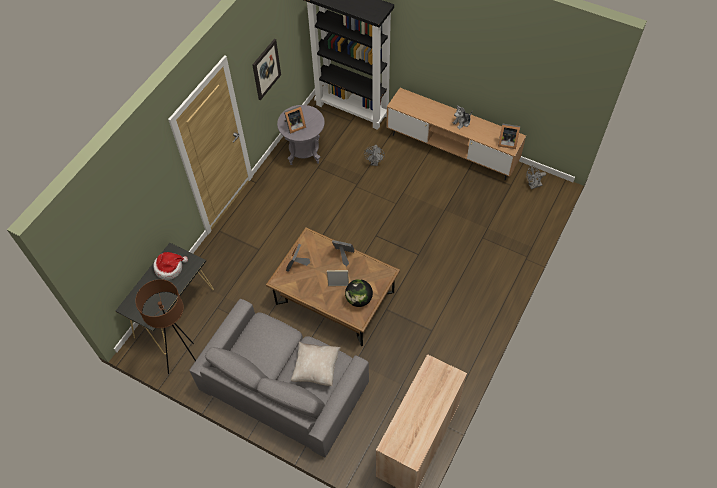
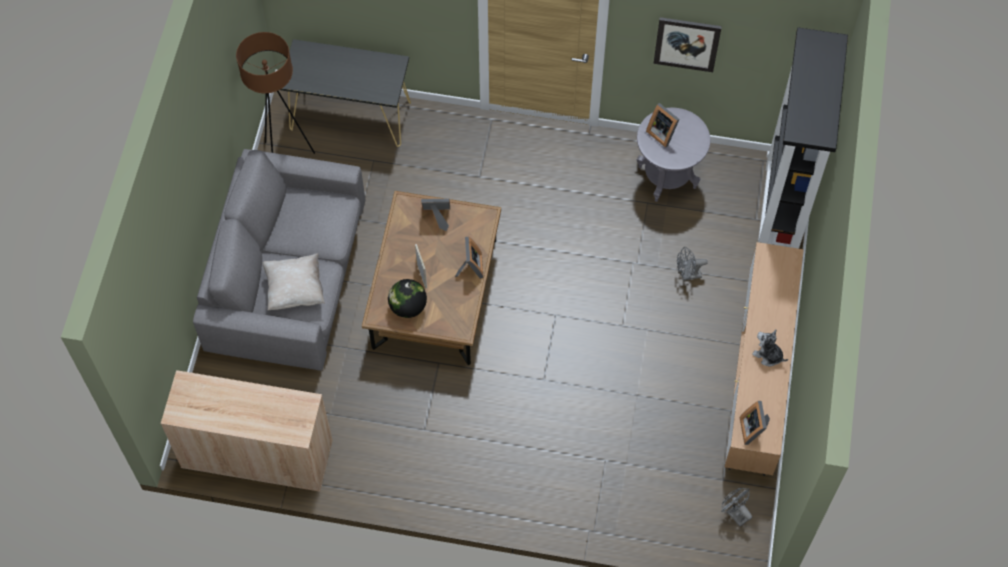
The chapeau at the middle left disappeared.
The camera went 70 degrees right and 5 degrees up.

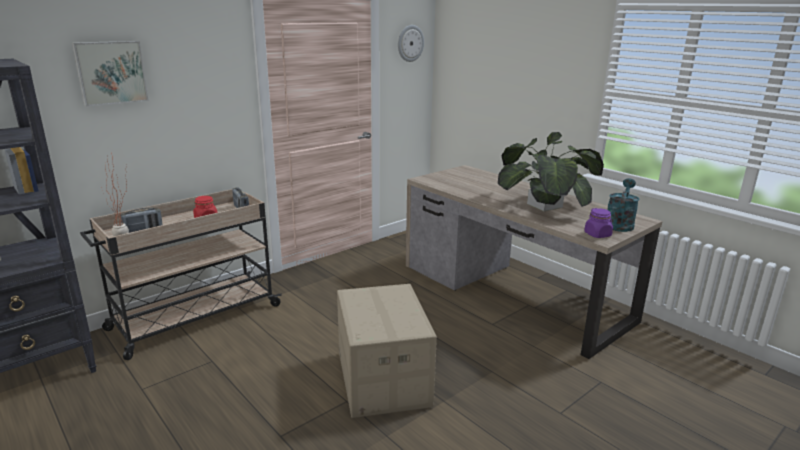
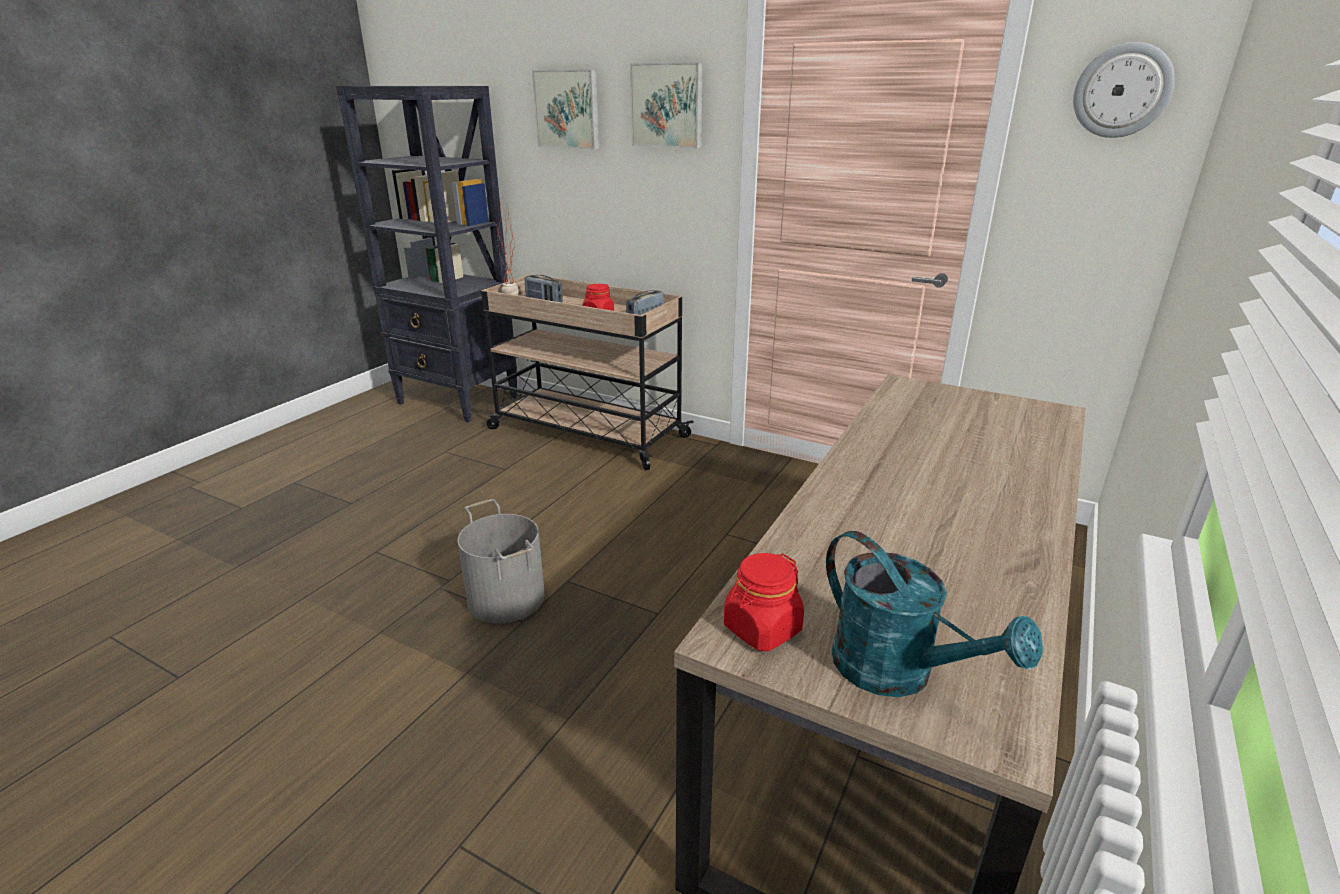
The plante en pot (2nd from left) at the middle right disappeared.
The arrosoir/turquoise at the middle right turned 45 degrees clockwise.
The bocal/violet at the middle right became the bocal/rouge (2nd from left) at the bottom centre.
The carton at the bottom centre was replaced by the seau/gris at the centre.
The tableau (2nd from left) at the top centre appeared.
The camera went 70 degrees right and 5 degrees up.

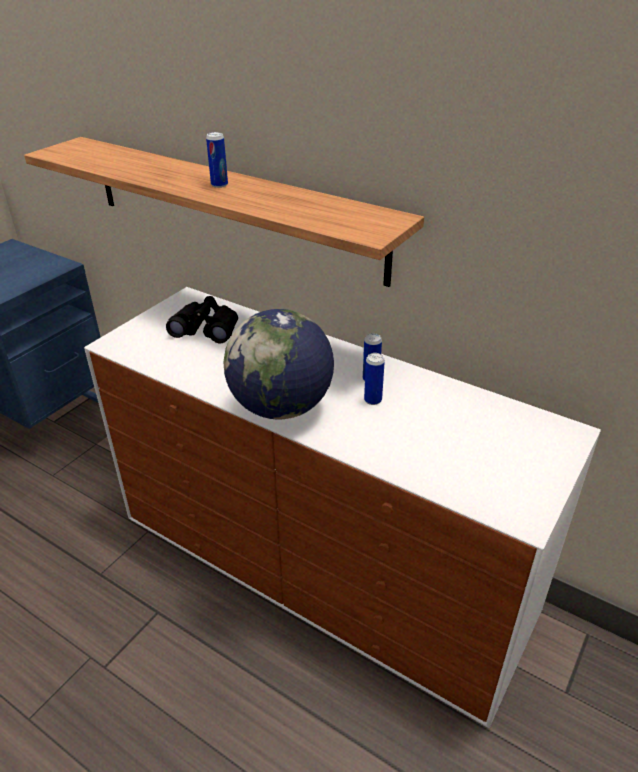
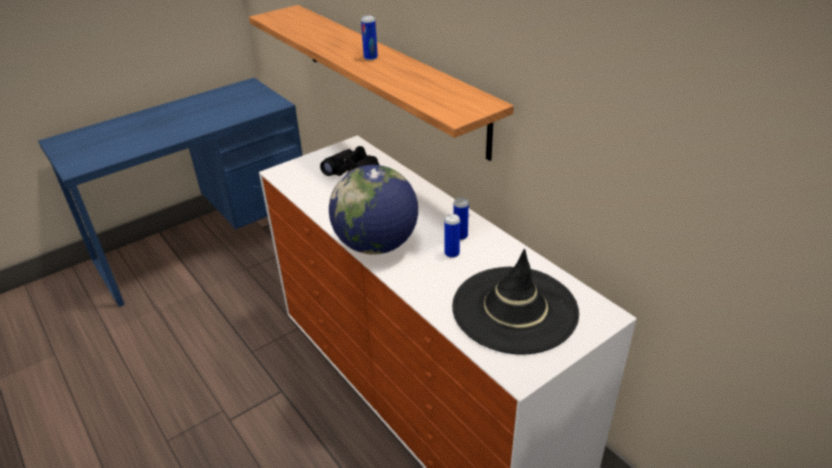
The chapeau/noir at the centre appeared.
The camera went 20 degrees right and 0 degrees up.

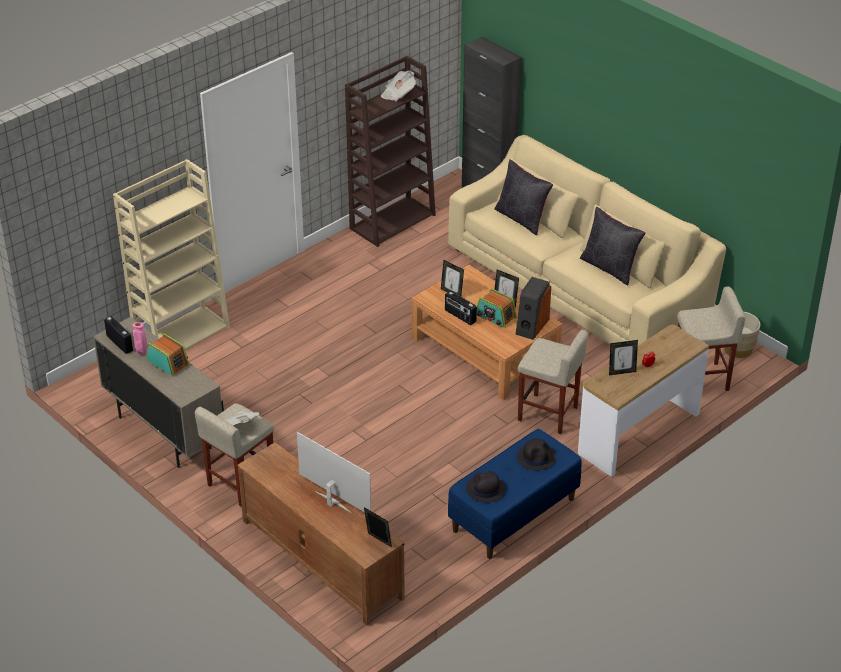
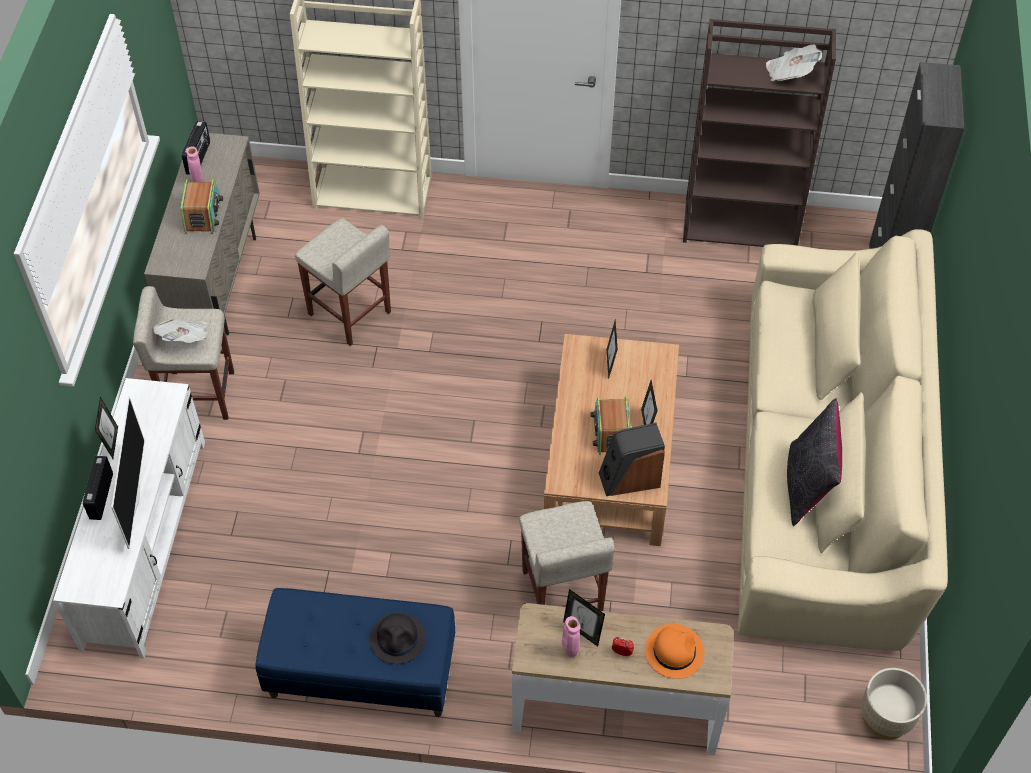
The coussin/noir (1st from left) at the top centre disappeared.
The tabouret/beige (3rd from left in the first image) moved from the middle right to the middle left.
The radio (3rd from left in the first image) moved from the centre to the middle left.
The meuble télé/marron at the bottom centre became the meuble télé/blanc at the bottom left.
The chapeau/noir (1st from left) at the bottom centre disappeared.
The cadre photo (1st from left) moved from the bottom centre to the middle left.
The vase/rose (2nd from left) at the bottom centre appeared.
The chapeau/orange at the bottom centre appeared.
The camera went 50 degrees right and 15 degrees up.

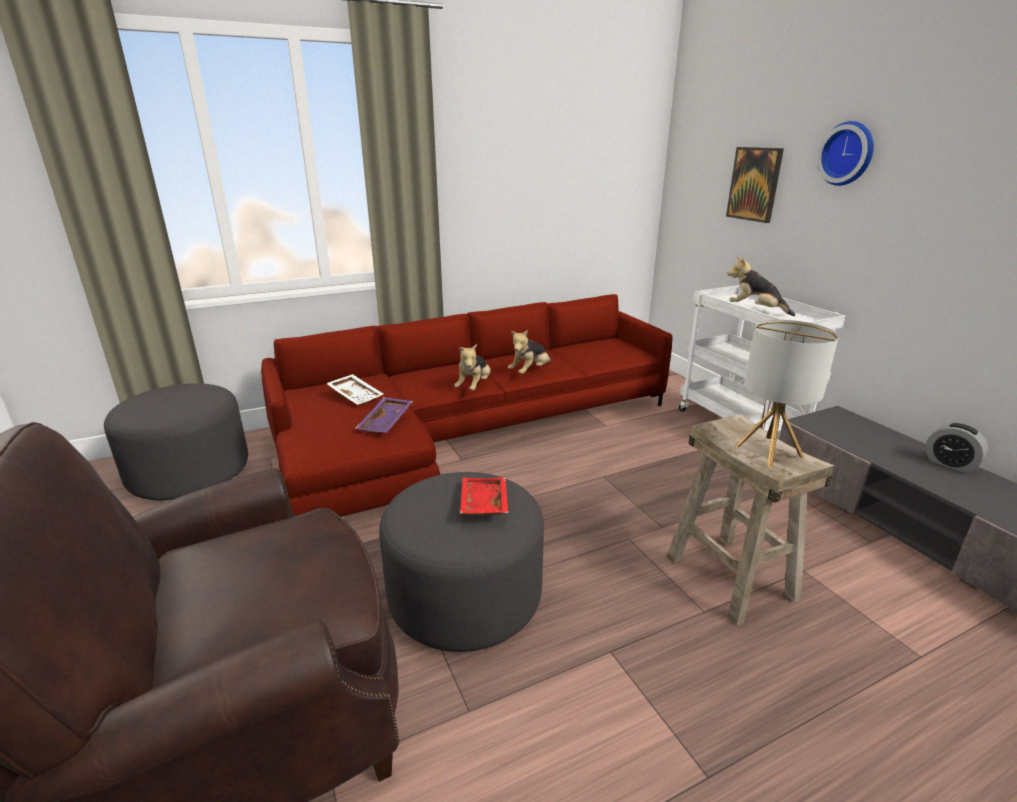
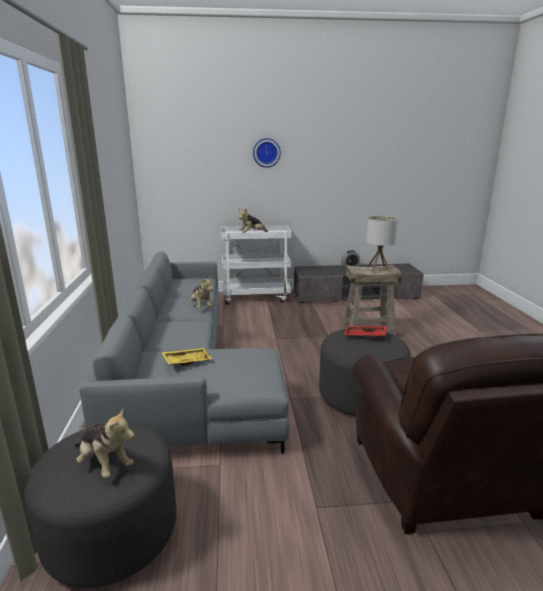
The tableau at the top right disappeared.
The canapé/rouge at the centre became the canapé/gris at the centre.
The peluche (1st from left) moved from the centre to the bottom left.
The plateau/blanc at the centre became the plateau/jaune at the centre.
The plateau/violet at the centre disappeared.
The camera went 70 degrees left and 5 degrees down.

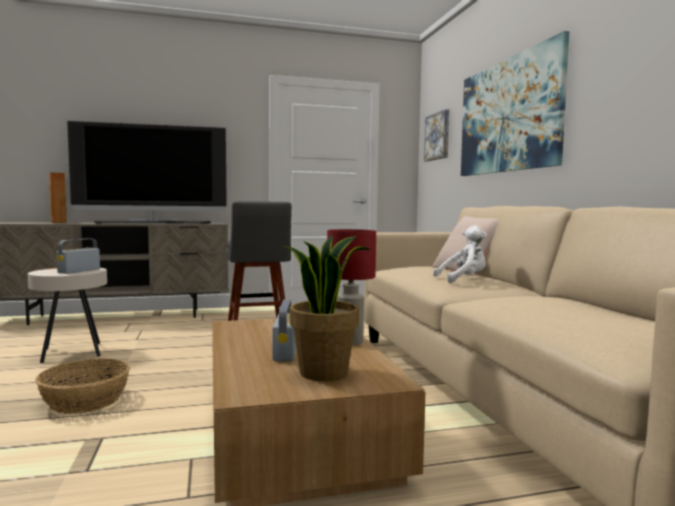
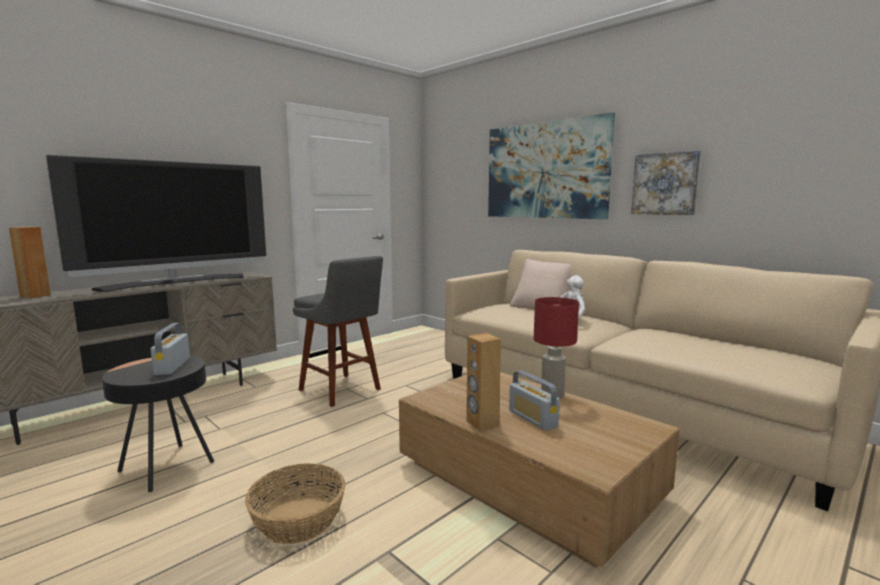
The tableau (1st from left in the first image) moved from the top centre to the top right.
The plante en pot at the centre disappeared.
The table d'appoint/beige at the middle left became the table d'appoint/noir at the bottom left.
The enceinte/marron (2nd from left) at the centre appeared.
The camera went 30 degrees left and 5 degrees up.

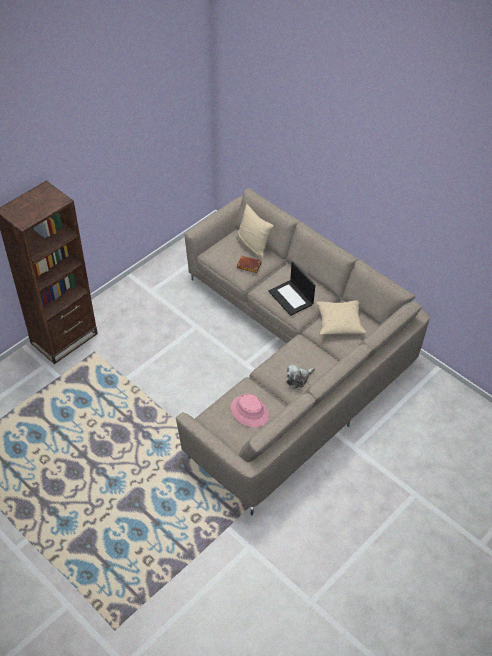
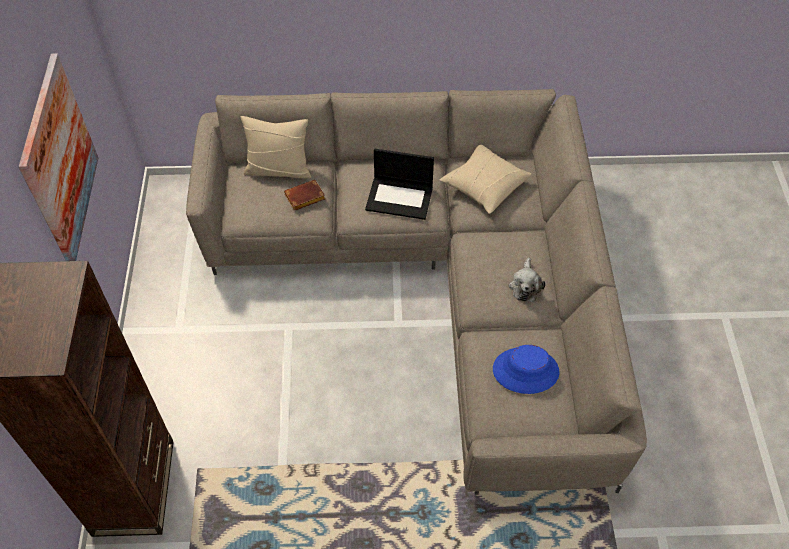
The chapeau/rose at the centre became the chapeau/bleu at the bottom right.
The tableau at the top left appeared.
The camera went 45 degrees left and 5 degrees up.

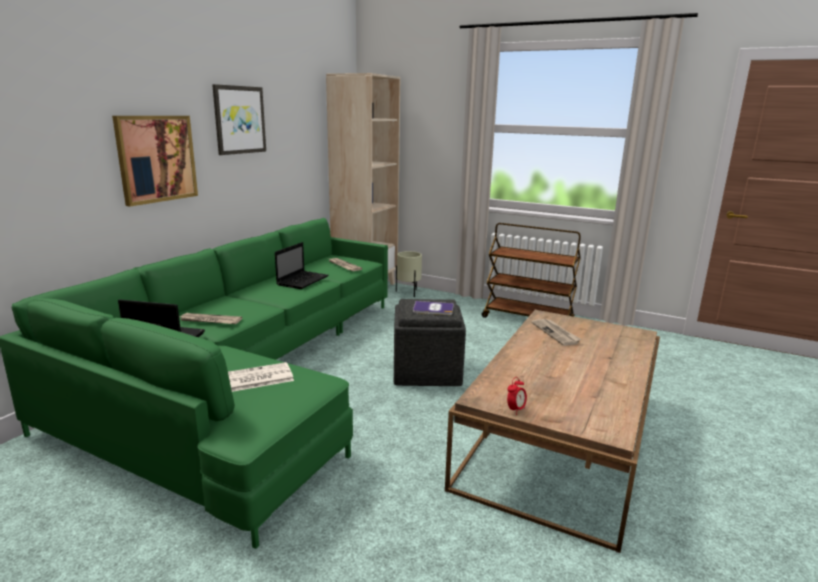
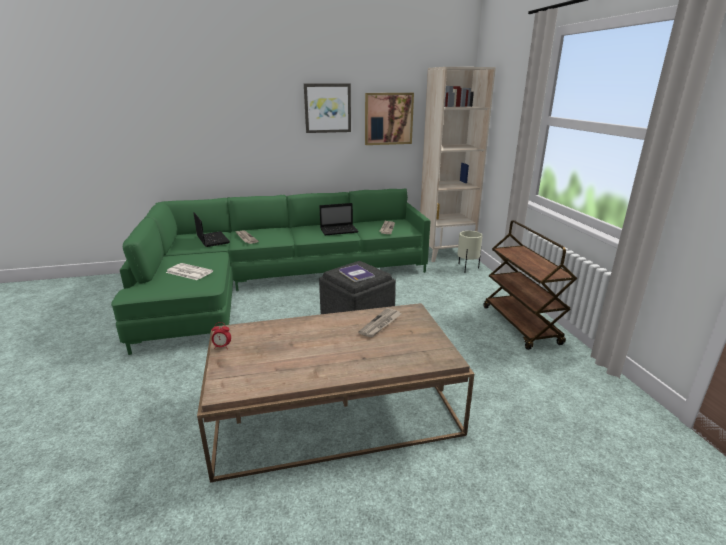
The tableau (1st from left in the first image) moved from the top left to the top centre.
The camera went 50 degrees right and 5 degrees up.

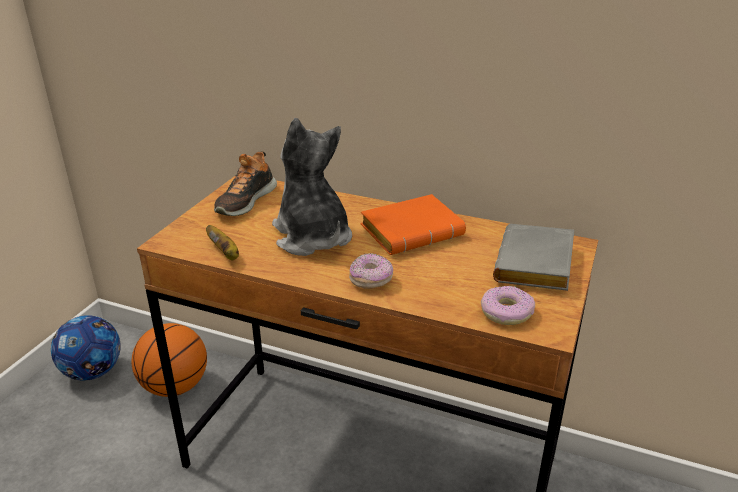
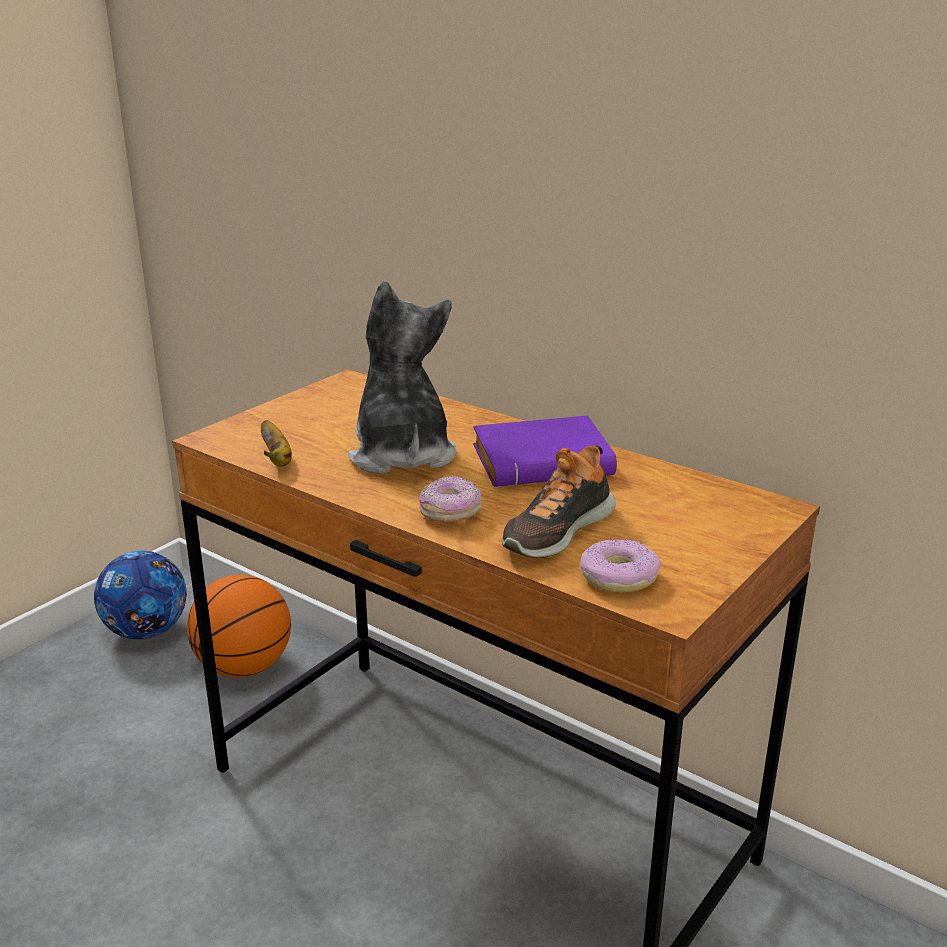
The chaussure moved from the middle left to the centre.
The livre/orange at the centre became the livre/violet at the centre.
The livre/gris at the middle right disappeared.
The camera went 15 degrees right and 5 degrees down.

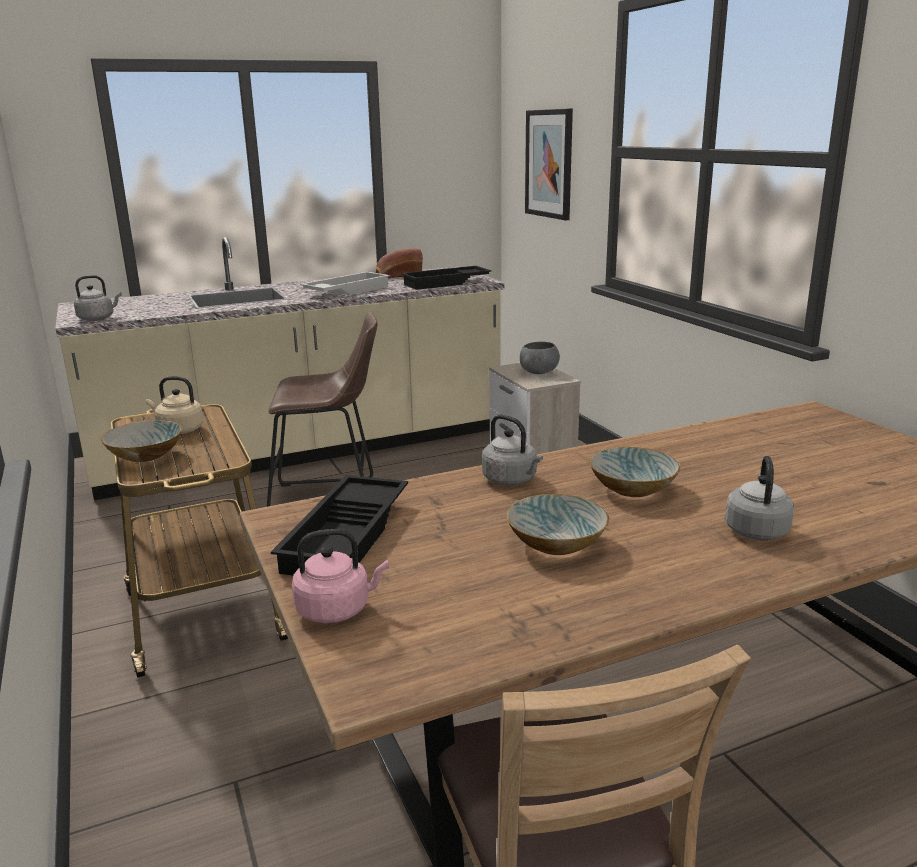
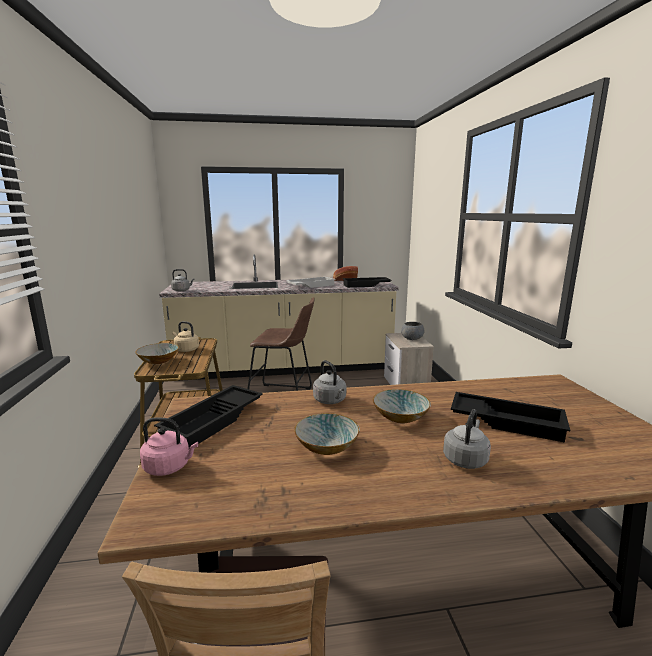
The tableau at the top centre disappeared.
The plateau/noir (3rd from left) at the middle right appeared.
The camera went 15 degrees right and 5 degrees down.

